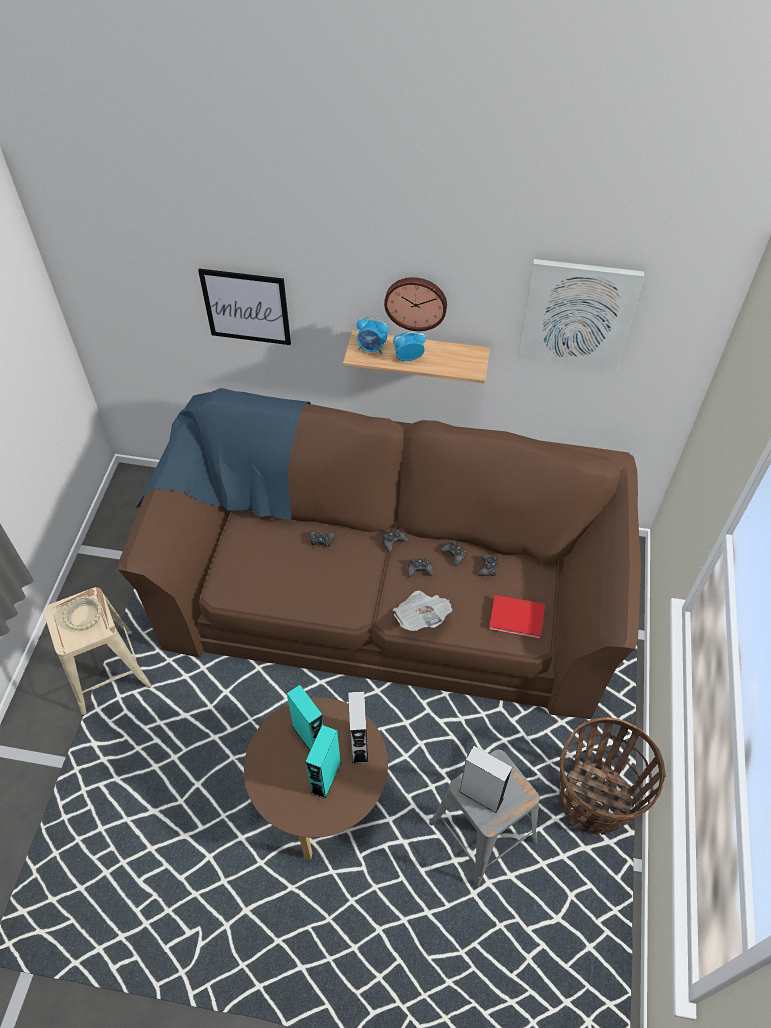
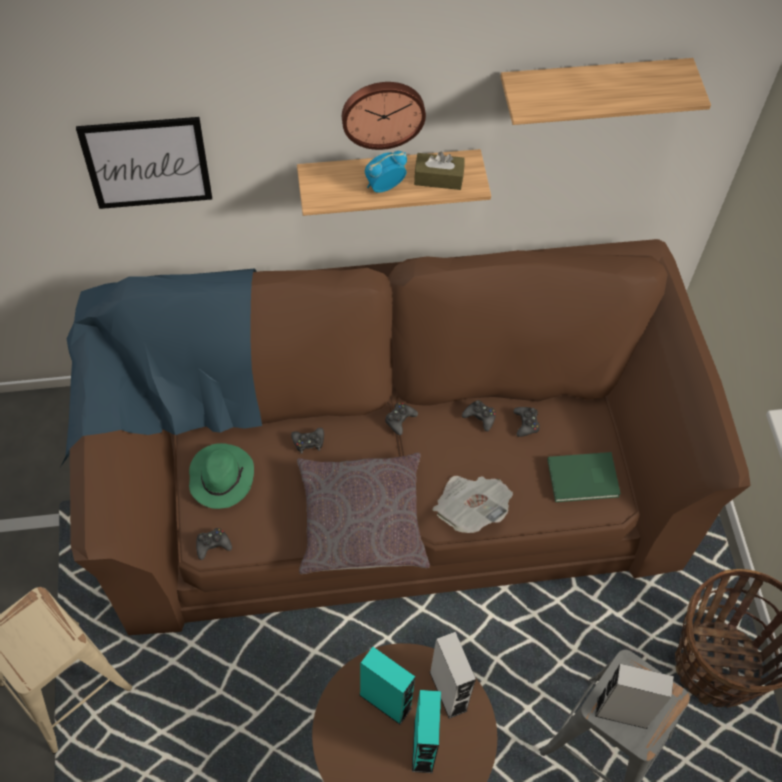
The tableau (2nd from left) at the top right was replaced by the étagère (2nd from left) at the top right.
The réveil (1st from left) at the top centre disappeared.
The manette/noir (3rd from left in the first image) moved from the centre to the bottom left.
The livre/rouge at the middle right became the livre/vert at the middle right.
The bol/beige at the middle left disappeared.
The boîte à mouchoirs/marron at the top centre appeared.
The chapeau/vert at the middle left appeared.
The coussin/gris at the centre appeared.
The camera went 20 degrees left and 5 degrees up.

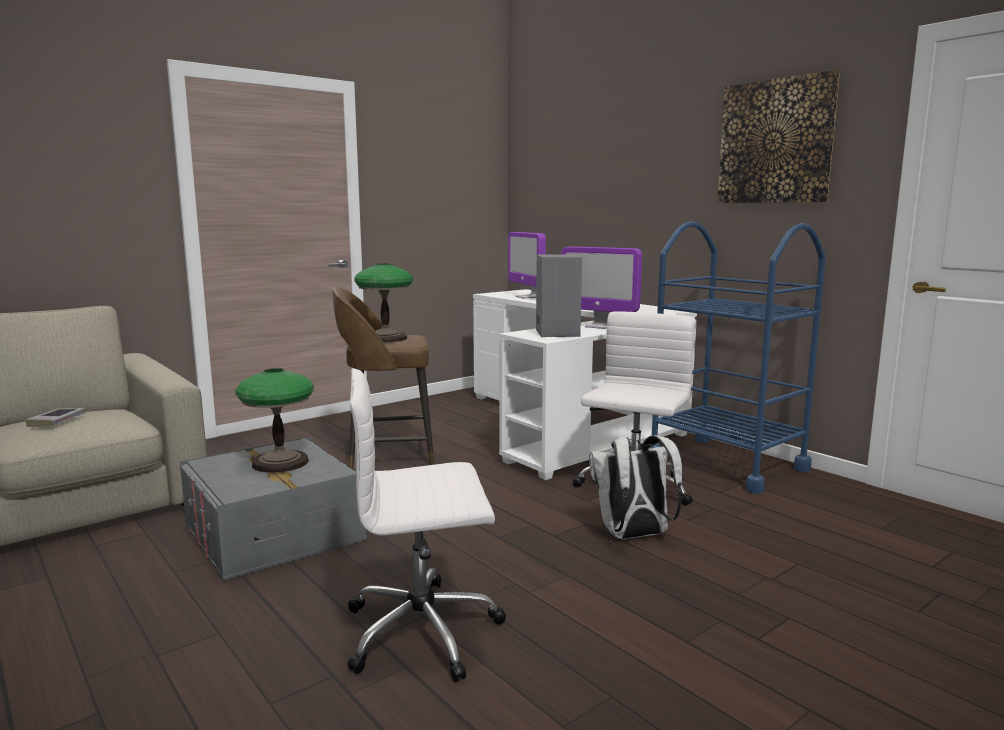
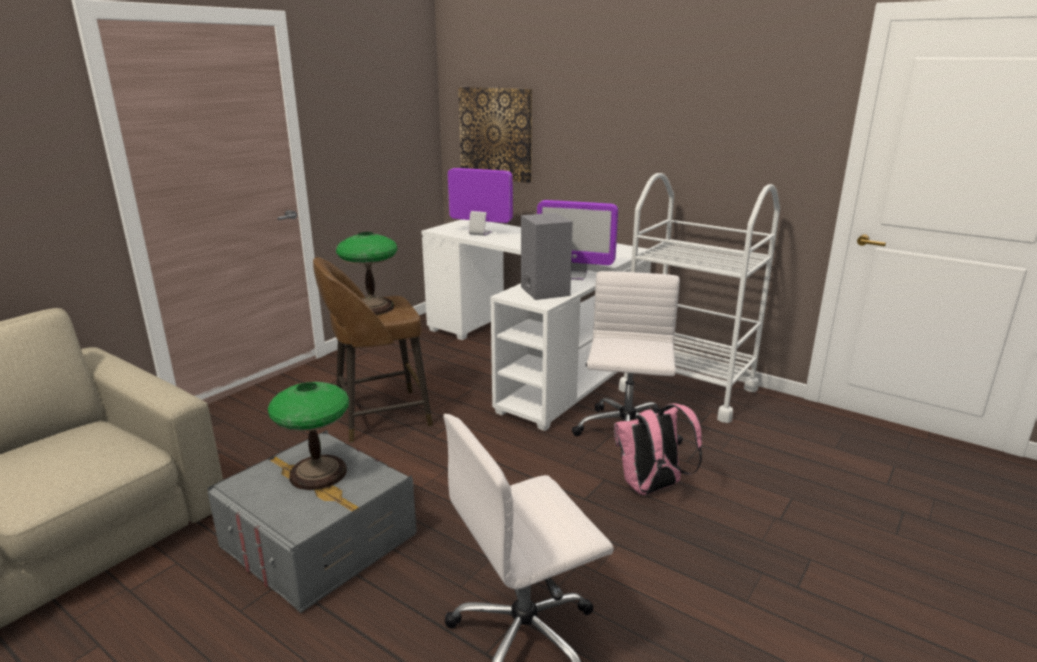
The tableau moved from the top right to the top centre.
The chariot/bleu at the middle right became the chariot/blanc at the middle right.
The écran d'ordinateur (1st from left) at the centre turned 150 degrees clockwise.
The livre at the middle left disappeared.
The sac à dos/blanc at the bottom centre became the sac à dos/rose at the bottom centre.
The camera went 15 degrees left and 10 degrees up.

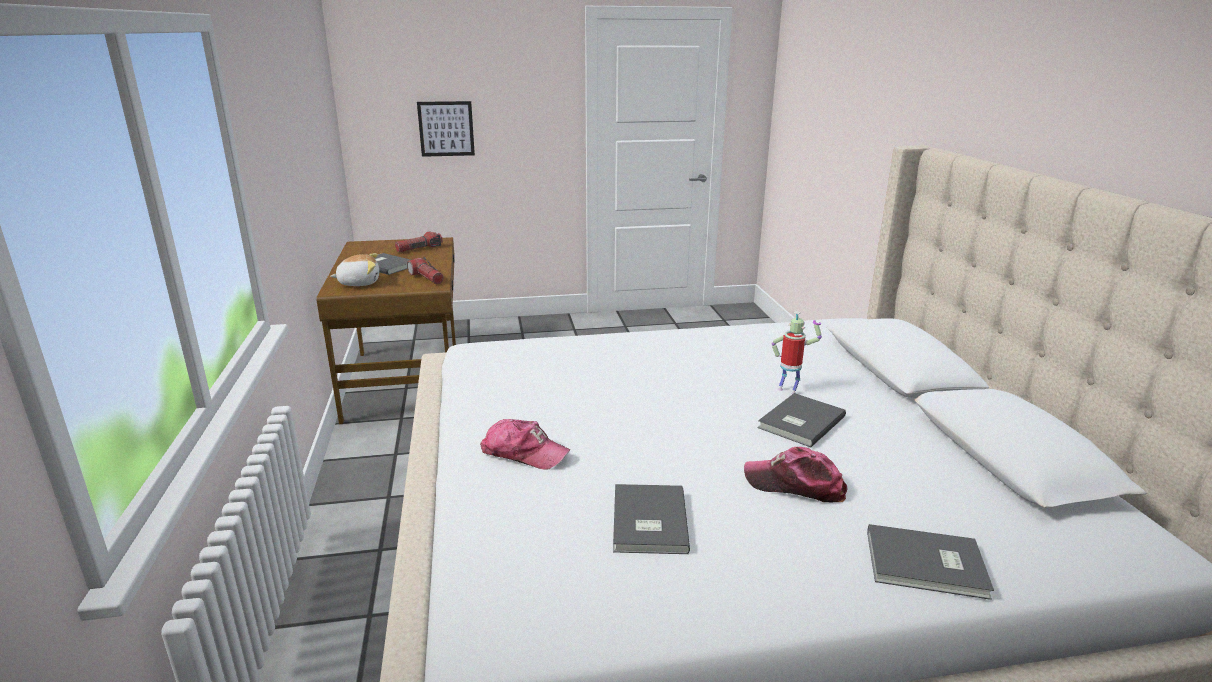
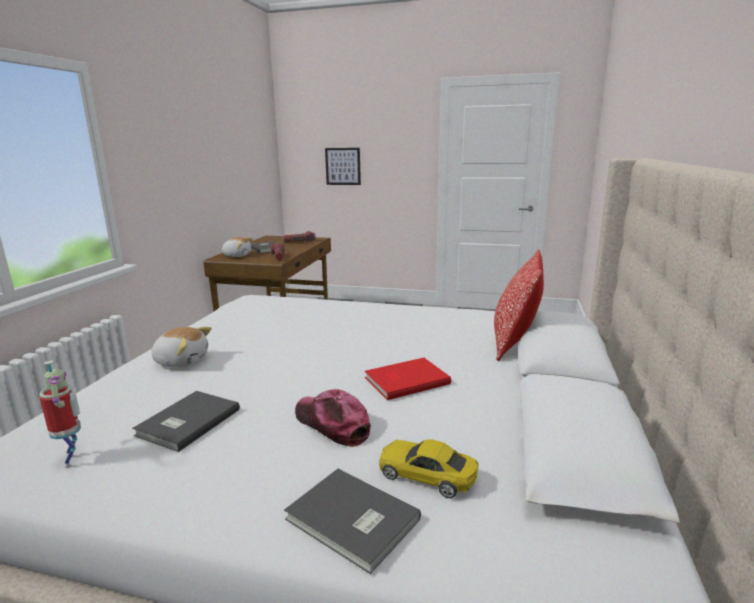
The robot jouet moved from the centre to the bottom left.
The livre/gris (3rd from left) at the centre became the livre/rouge at the centre.
The casquette (1st from left) at the centre was replaced by the peluche (1st from left) at the middle left.
The coussin at the middle right appeared.
The petite voiture/jaune at the bottom centre appeared.
The camera went 25 degrees right and 5 degrees down.

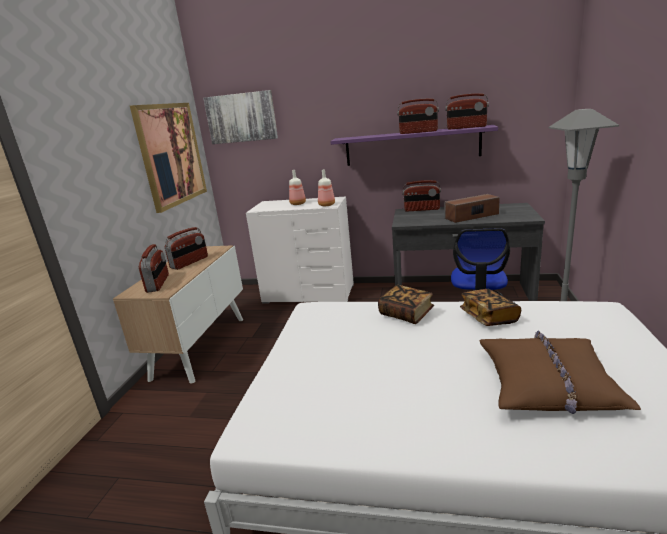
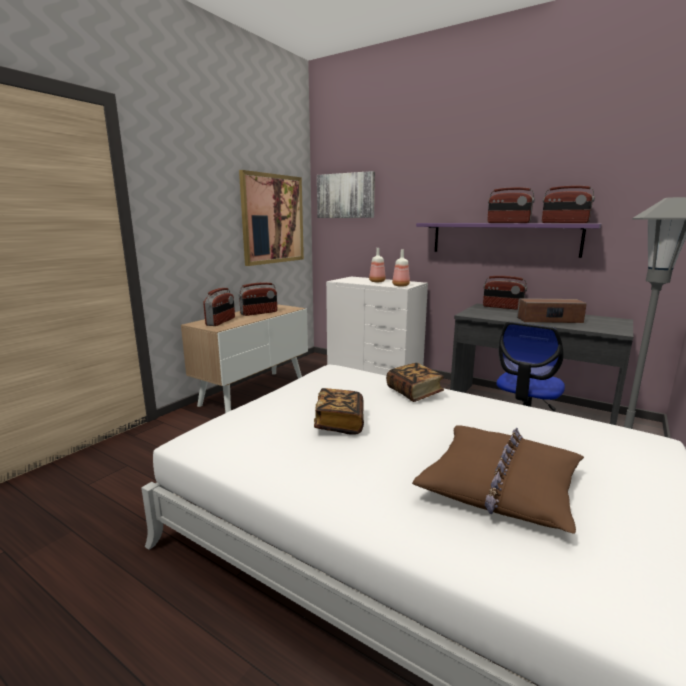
The livre (2nd from left in the first image) moved from the middle right to the centre.
The camera went 20 degrees right and 5 degrees down.

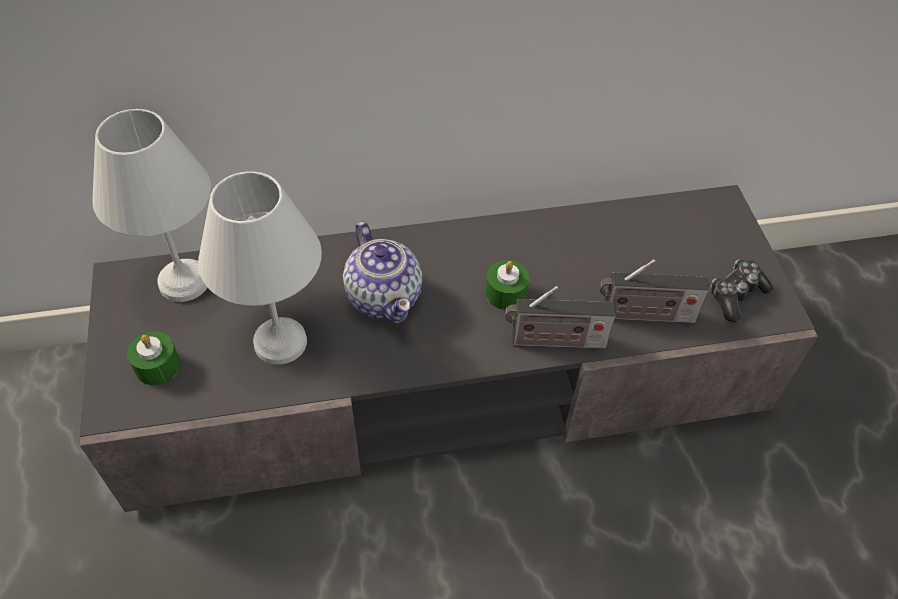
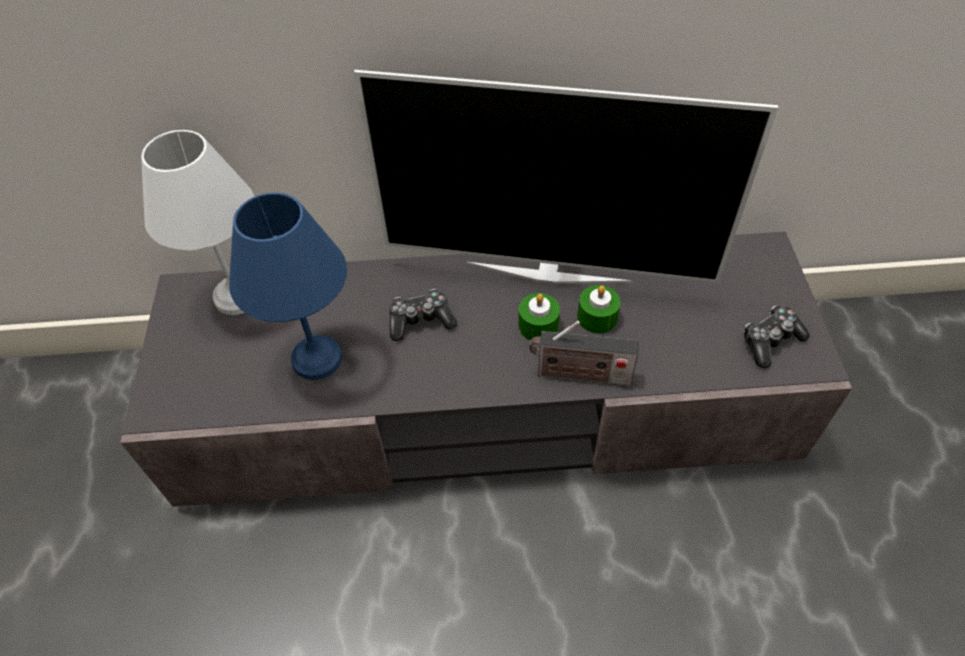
The lampe de table/blanc (2nd from left) at the middle left became the lampe de table/bleu at the middle left.
The théière at the centre was replaced by the manette (1st from left) at the centre.
The radio (2nd from left) at the middle right disappeared.
The bougie/vert (1st from left in the first image) moved from the middle left to the centre.
The téléviseur at the top centre appeared.
The camera went 10 degrees right and 0 degrees up.

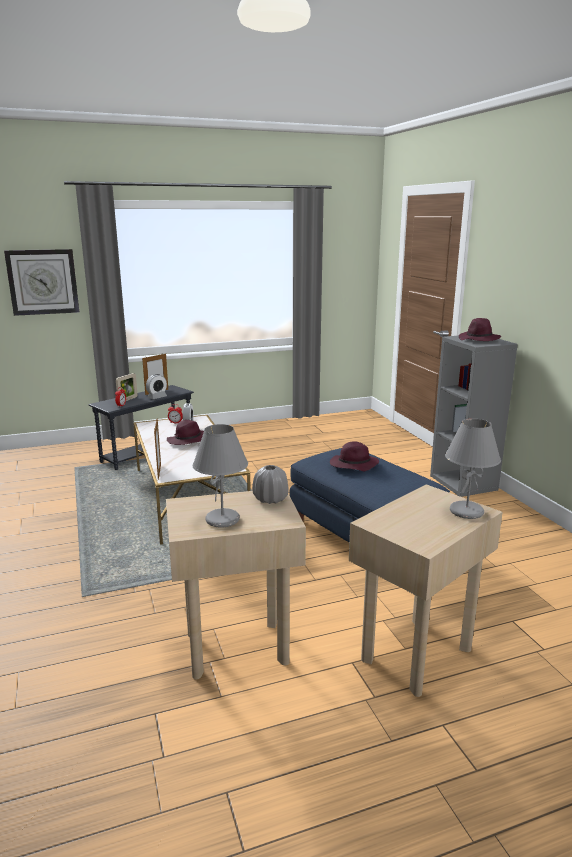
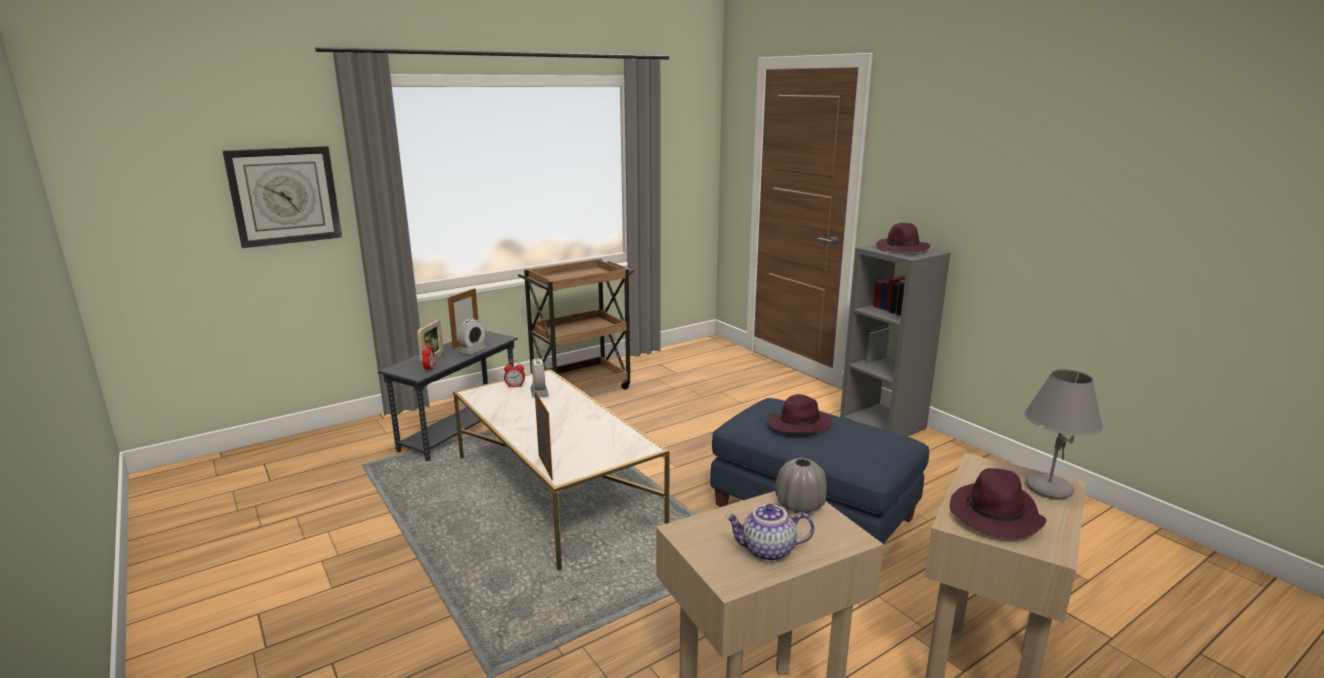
The chapeau/violet (1st from left in the first image) moved from the middle left to the bottom right.
The lampe de table/gris (1st from left) at the centre was replaced by the théière at the bottom centre.
The chariot/marron at the centre appeared.
The camera went 15 degrees left and 0 degrees up.

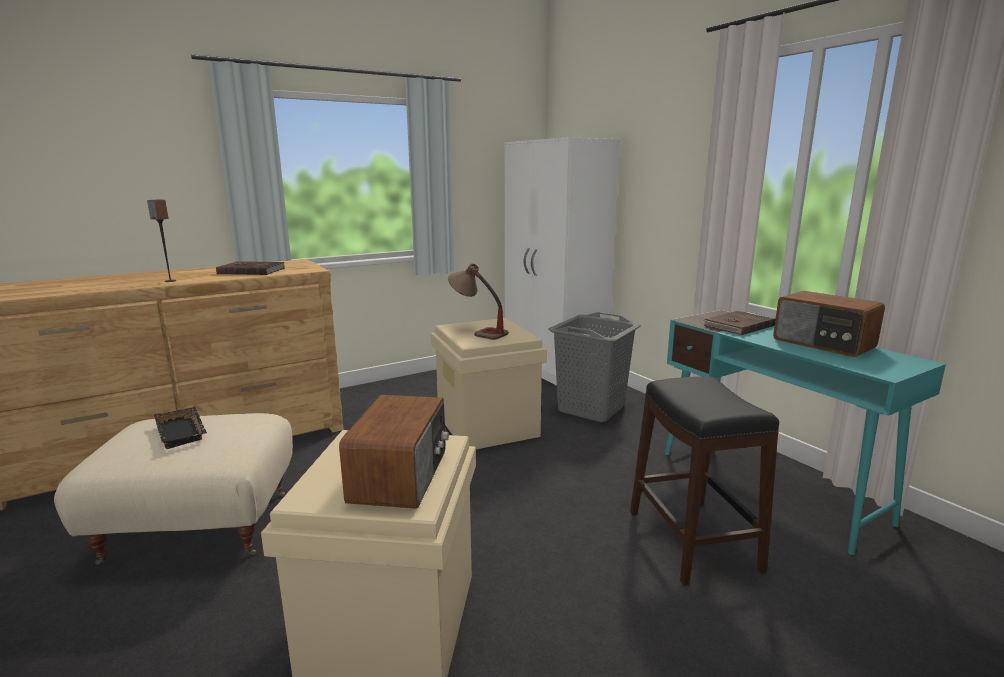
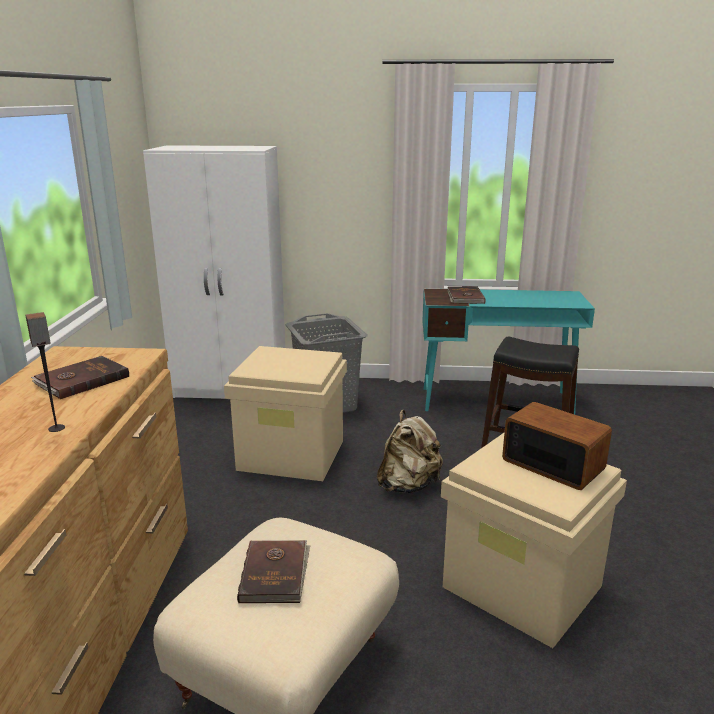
The lampe de table at the centre disappeared.
The radio (2nd from left) at the middle right disappeared.
The plateau/noir at the middle left was replaced by the livre/marron (2nd from left) at the bottom centre.
The sac à dos/beige at the centre appeared.
The camera went 55 degrees left and 5 degrees up.

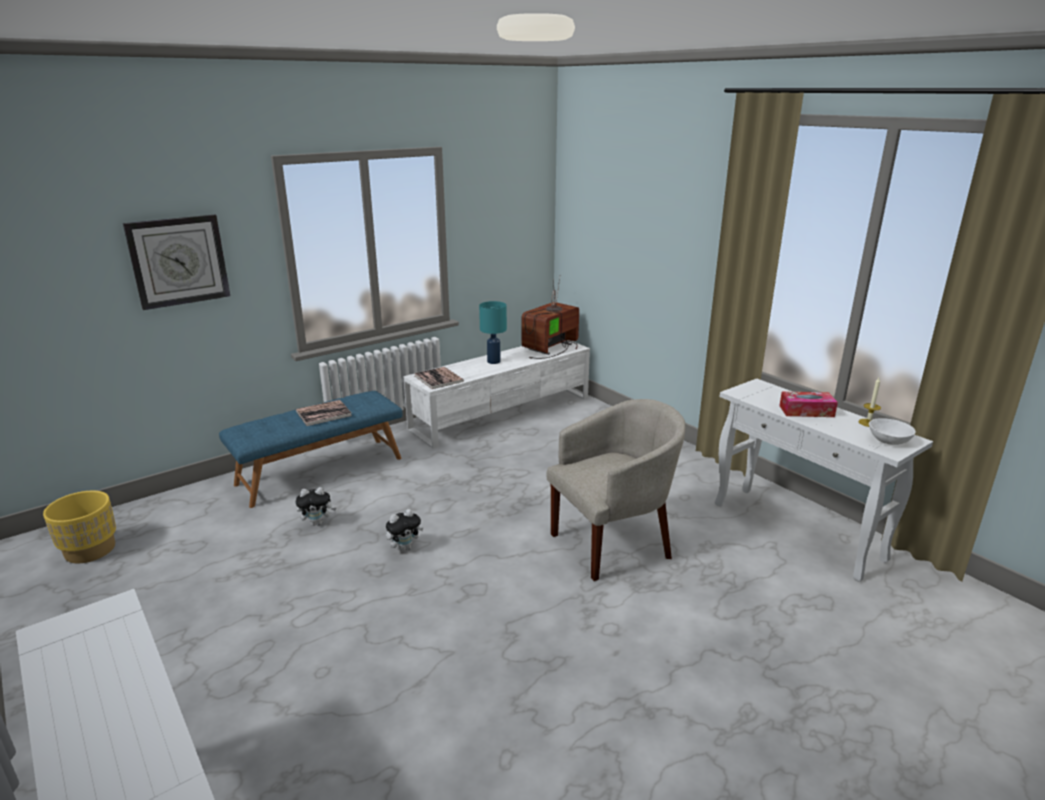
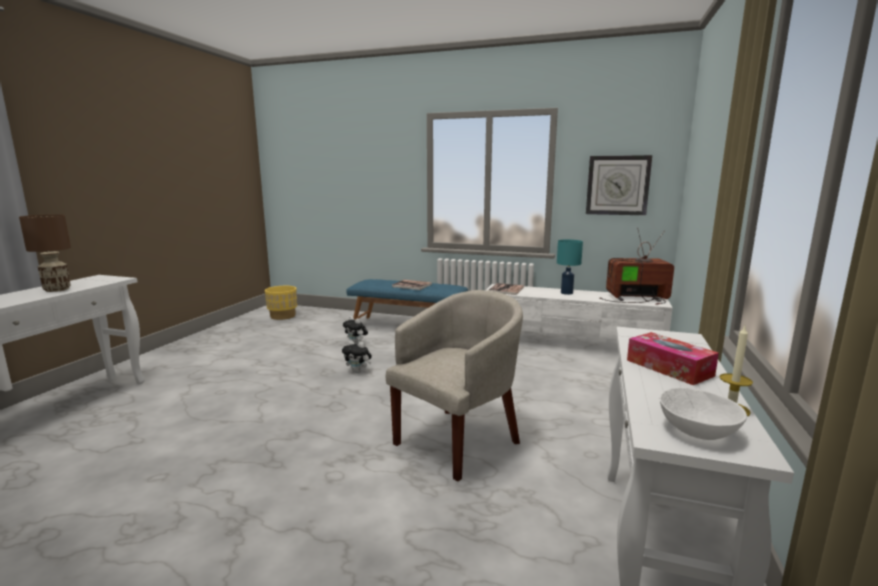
The horloge murale moved from the top left to the top right.
The fauteuil/beige at the centre turned 75 degrees counterclockwise.
The lampe de table/marron at the middle left appeared.
The camera went 55 degrees right and 10 degrees down.

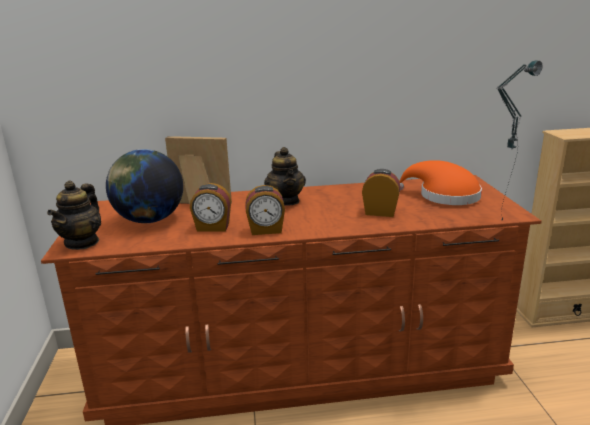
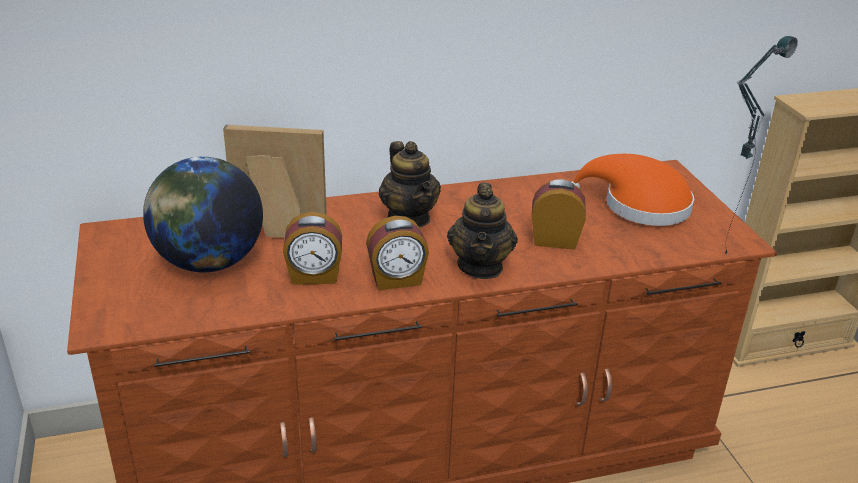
The théière (1st from left in the first image) moved from the middle left to the centre.
The camera went 10 degrees left and 10 degrees up.

